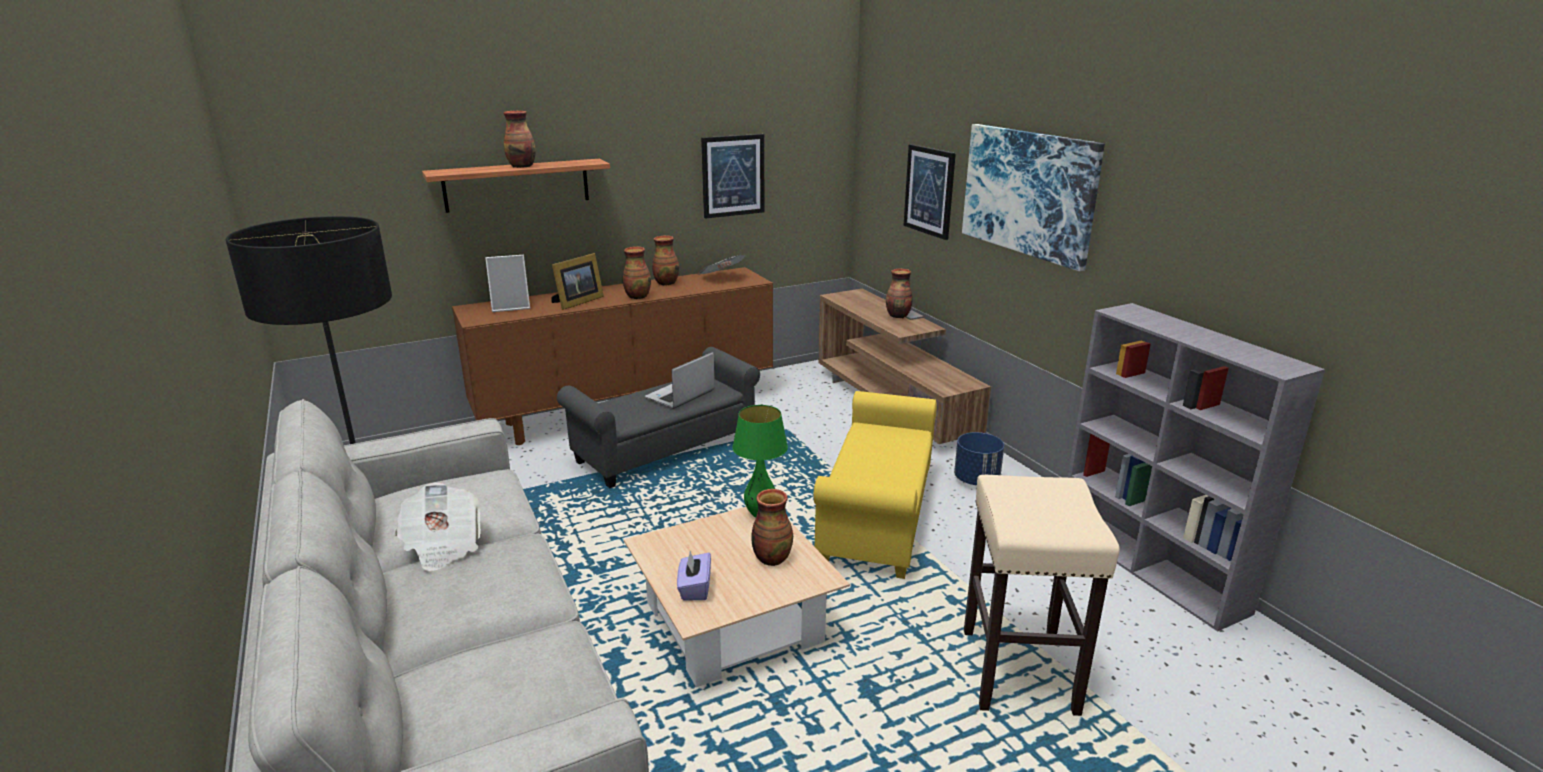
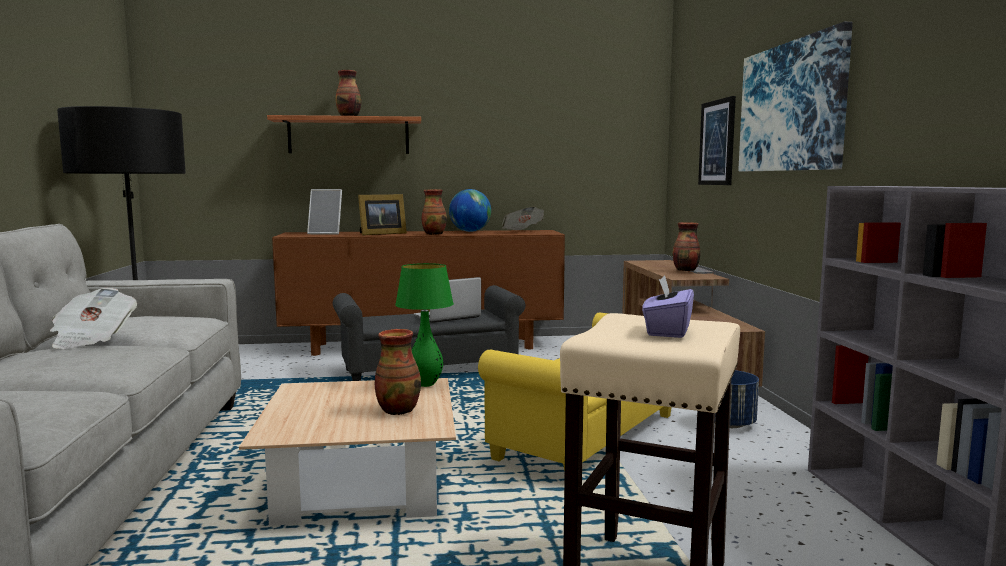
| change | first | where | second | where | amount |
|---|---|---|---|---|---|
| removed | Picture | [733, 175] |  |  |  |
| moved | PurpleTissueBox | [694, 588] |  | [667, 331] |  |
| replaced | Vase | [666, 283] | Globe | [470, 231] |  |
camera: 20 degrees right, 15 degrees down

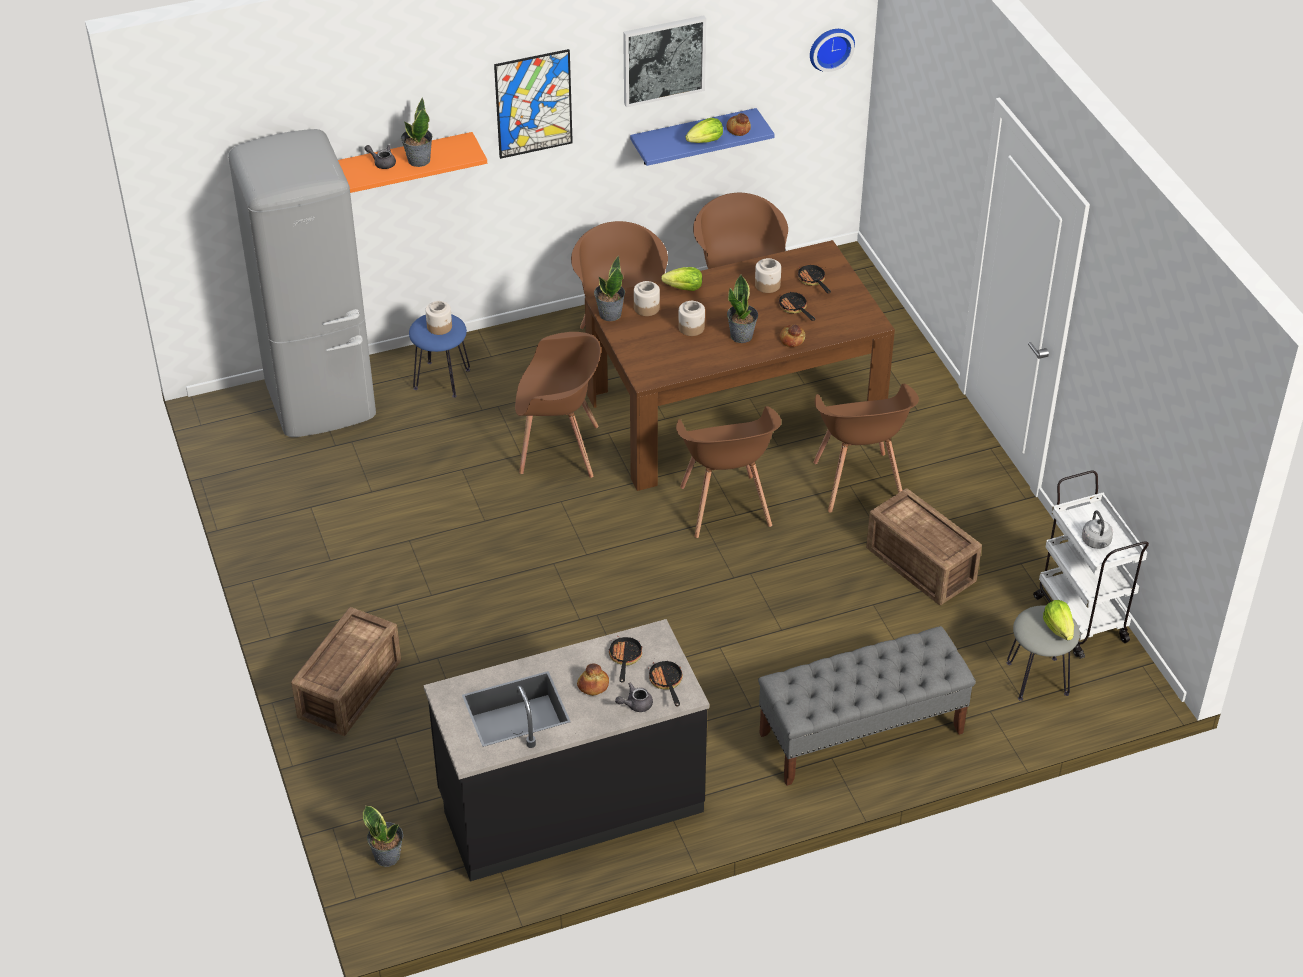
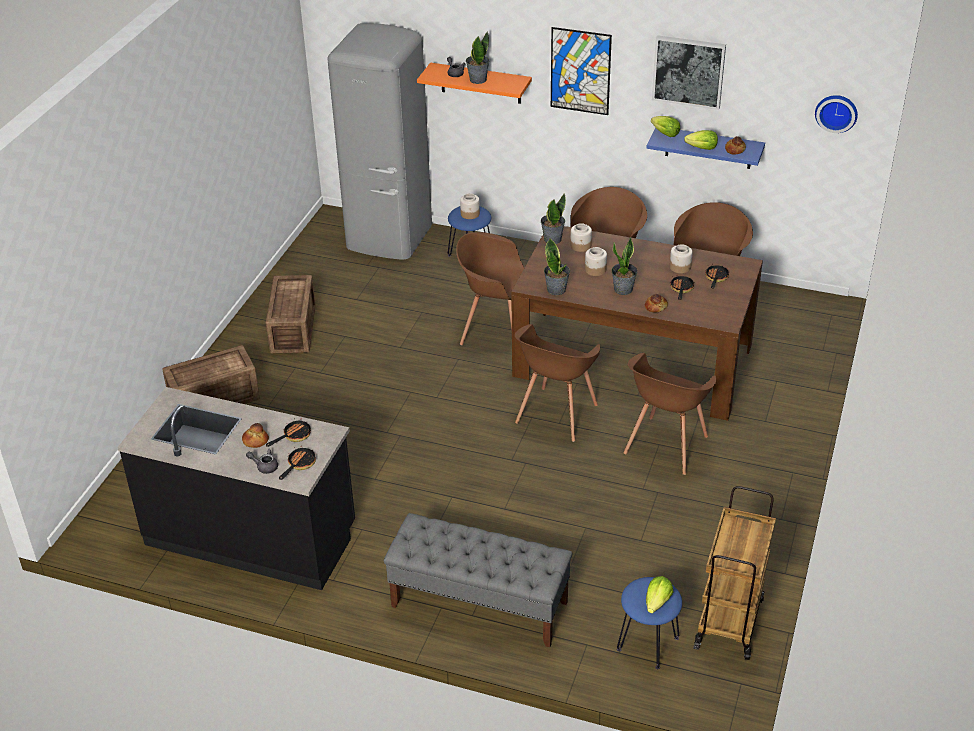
| change | first | where | second | where | amount |
|---|---|---|---|---|---|
| removed | GreyKettle | [1096, 542] |  |  |  |
| moved | PottedPlant | [387, 856] |  | [556, 289] |  |
| moved | Lettuce | [684, 288] |  | [665, 134] |  |
| moved | Crate | [920, 566] |  | [292, 330] |  |
| recoloured | GreyStool | [1037, 678] | BlueStool | [648, 644] |  |
| recoloured | WhiteCart | [1081, 620] | BrownCart | [729, 623] |  |
| turned | BrownChair | [560, 450] |  | [493, 330] | 150 degrees clockwise |
camera: 40 degrees right, 5 degrees down

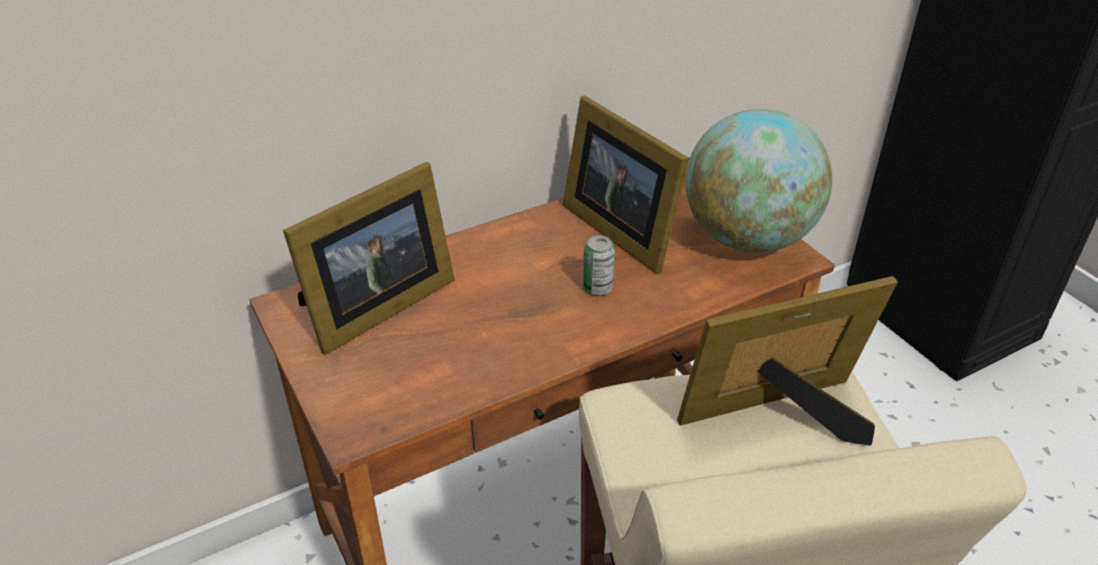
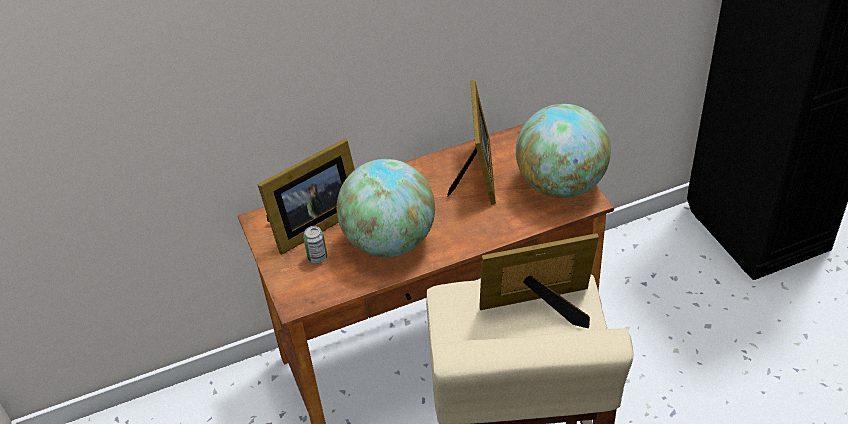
| change | first | where | second | where | amount |
|---|---|---|---|---|---|
| added |  |  | Globe | [390, 242] |  |
| moved | Can | [597, 288] |  | [317, 258] |  |
| turned | PictureFrame | [620, 228] |  | [477, 174] | 150 degrees counterclockwise |
camera: 10 degrees right, 5 degrees up

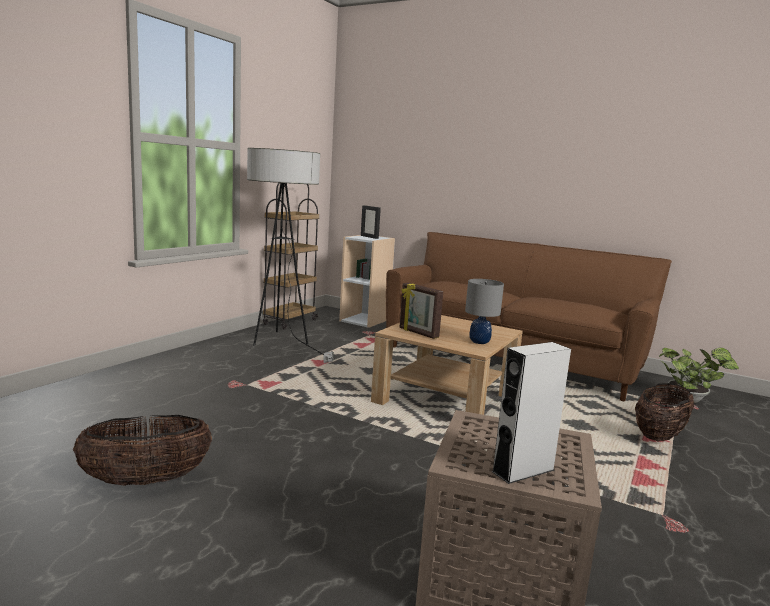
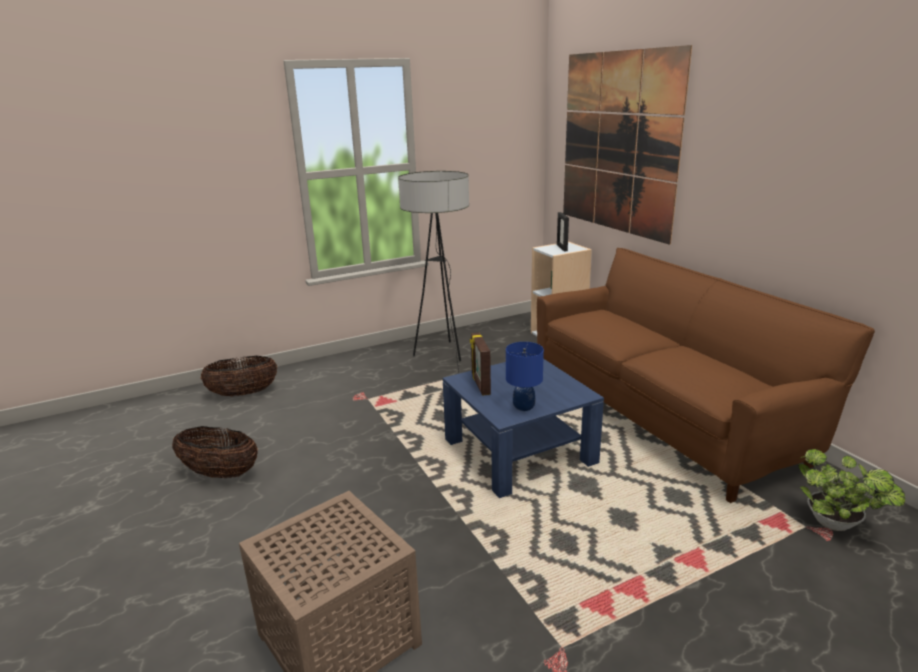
| change | first | where | second | where | amount |
|---|---|---|---|---|---|
| removed | BrownCart | [289, 322] |  |  |  |
| removed | GreySpeaker | [523, 470] |  |  |  |
| added |  |  | Picture | [617, 143] |  |
| moved | Basket | [659, 435] |  | [243, 393] |  |
| recoloured | BrownCoffeeTable | [445, 398] | BlueCoffeeTable | [519, 450] |  |
| recoloured | GreyTableLamp | [478, 342] | BlueTableLamp | [522, 407] |  |
camera: 35 degrees right, 10 degrees up

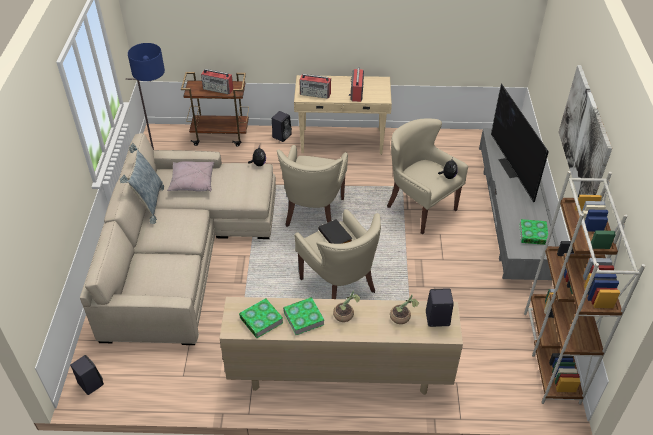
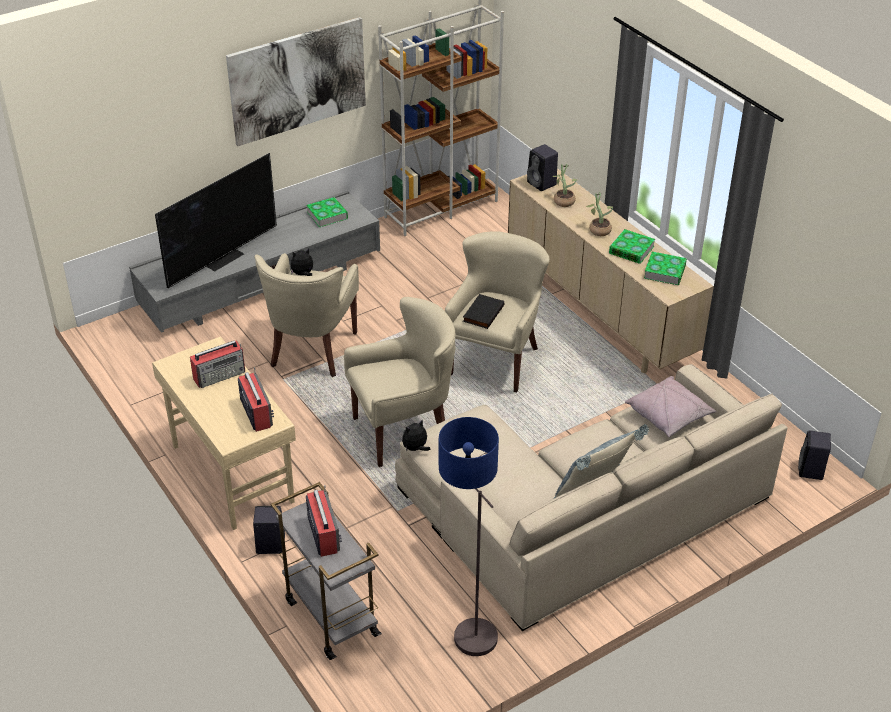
| change | first | where | second | where | amount |
|---|---|---|---|---|---|
| moved | PurplePillow | [192, 182] |  | [669, 415] |  |
| recoloured | BrownCart | [221, 137] | GreyCart | [330, 616] |  |
camera: 125 degrees left, 5 degrees down

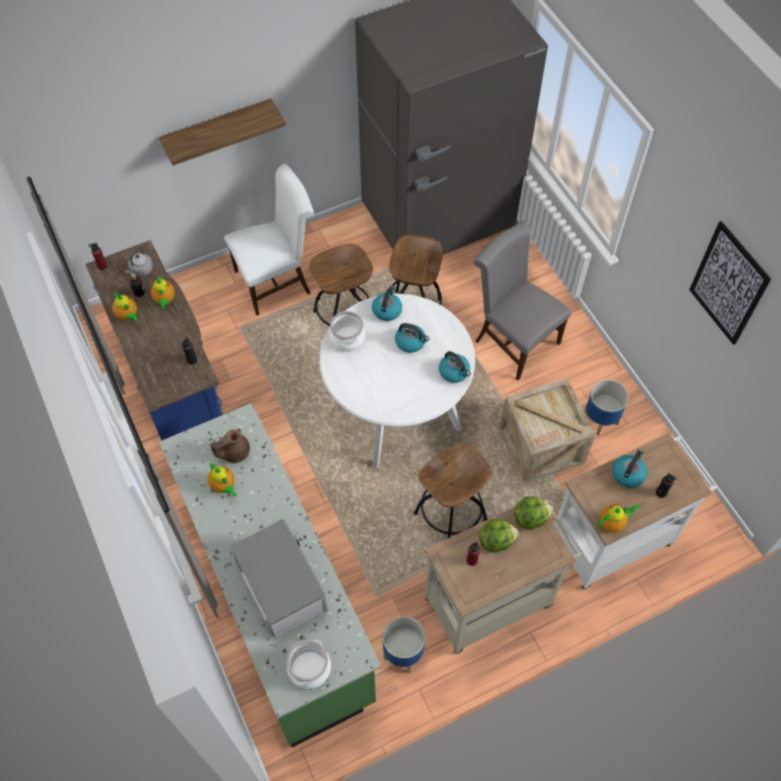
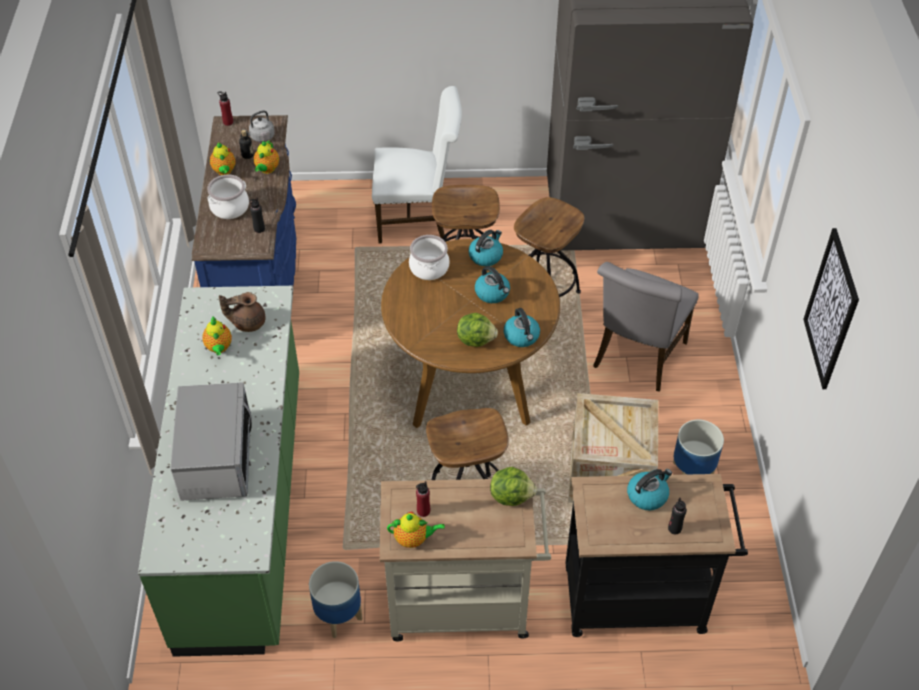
| change | first | where | second | where | amount |
|---|---|---|---|---|---|
| removed | Shelf | [218, 129] |  |  |  |
| moved | CookingPot | [309, 668] |  | [229, 207] |  |
| moved | Lettuce | [496, 540] |  | [476, 339] |  |
| moved | Teapot | [613, 523] |  | [413, 539] |  |
| recoloured | WhiteDiningTable | [396, 410] | BrownDiningTable | [469, 381] |  |
| recoloured | WhiteCart | [614, 540] | BlackCart | [639, 601] |  |
| turned | GreyChair | [513, 339] |  | [637, 358] | 135 degrees counterclockwise |
camera: 25 degrees right, 10 degrees down

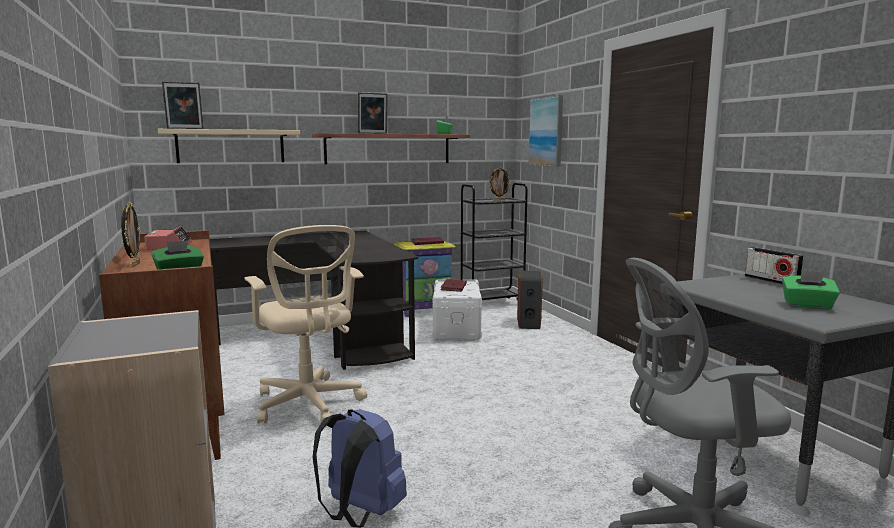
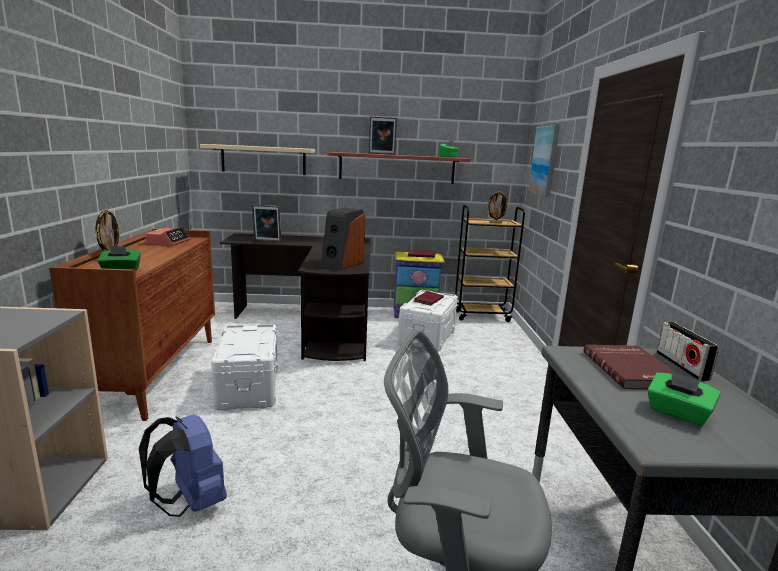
| change | first | where | second | where | amount |
|---|---|---|---|---|---|
| added |  |  | RedBook | [631, 370] |  |
| moved | PictureFrame | [185, 129] |  | [267, 241] |  |
| moved | Speaker | [529, 322] |  | [342, 264] |  |
| replaced | BeigeOfficeChair | [309, 405] | WhiteStorageBox | [247, 387] |  |
| recoloured | GreyCart | [492, 303] | BrownCart | [482, 316] |  |
camera: 20 degrees right, 5 degrees up

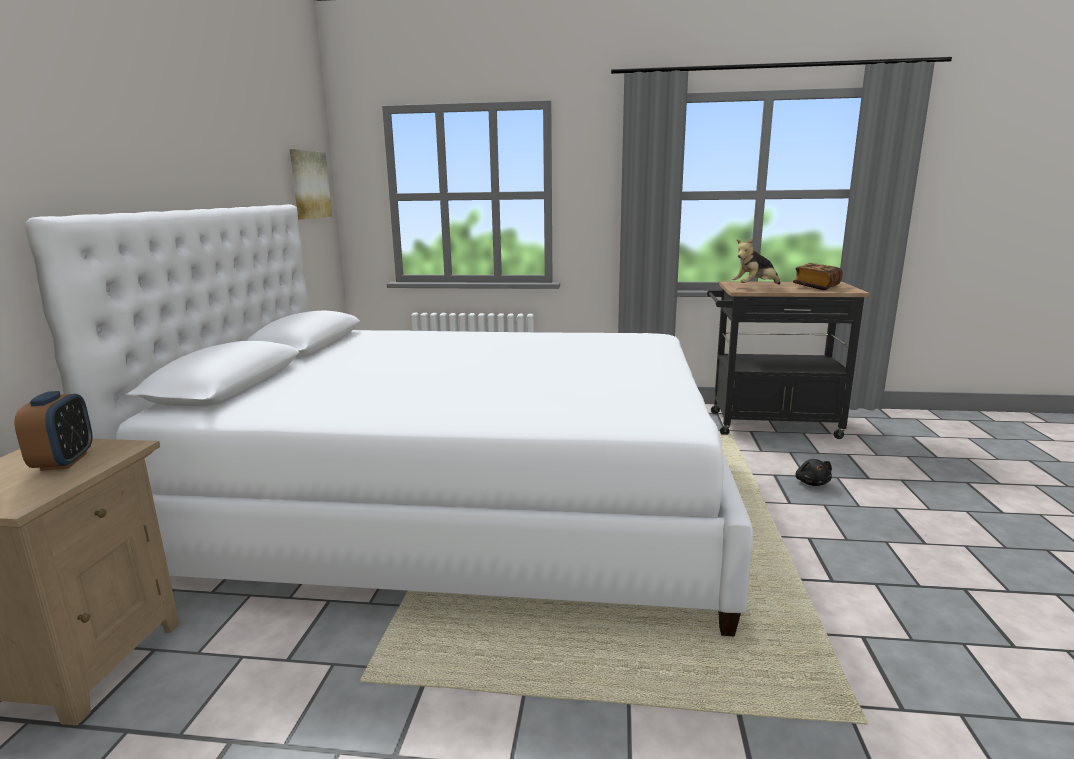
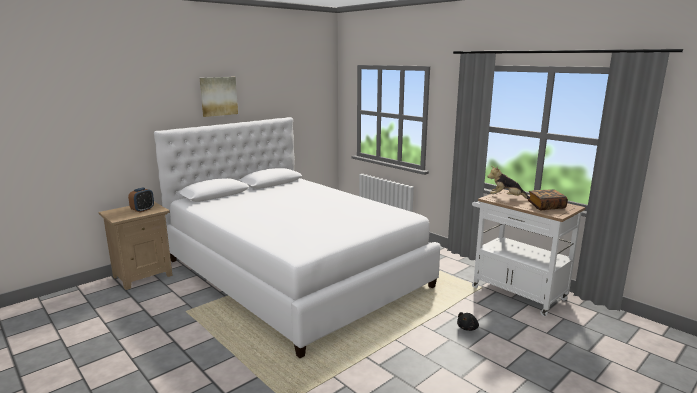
| change | first | where | second | where | amount |
|---|---|---|---|---|---|
| moved | Picture | [309, 185] |  | [218, 96] |  |
| recoloured | BlackCart | [769, 425] | WhiteCart | [515, 292] |  |
camera: 40 degrees right, 0 degrees up

